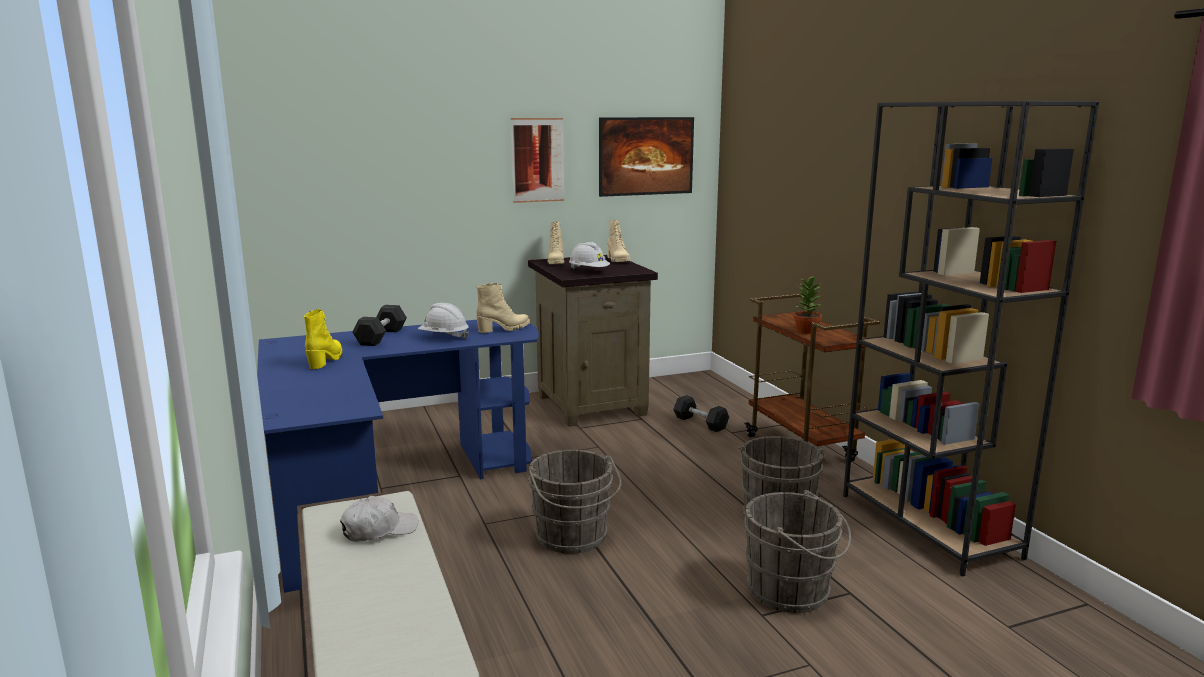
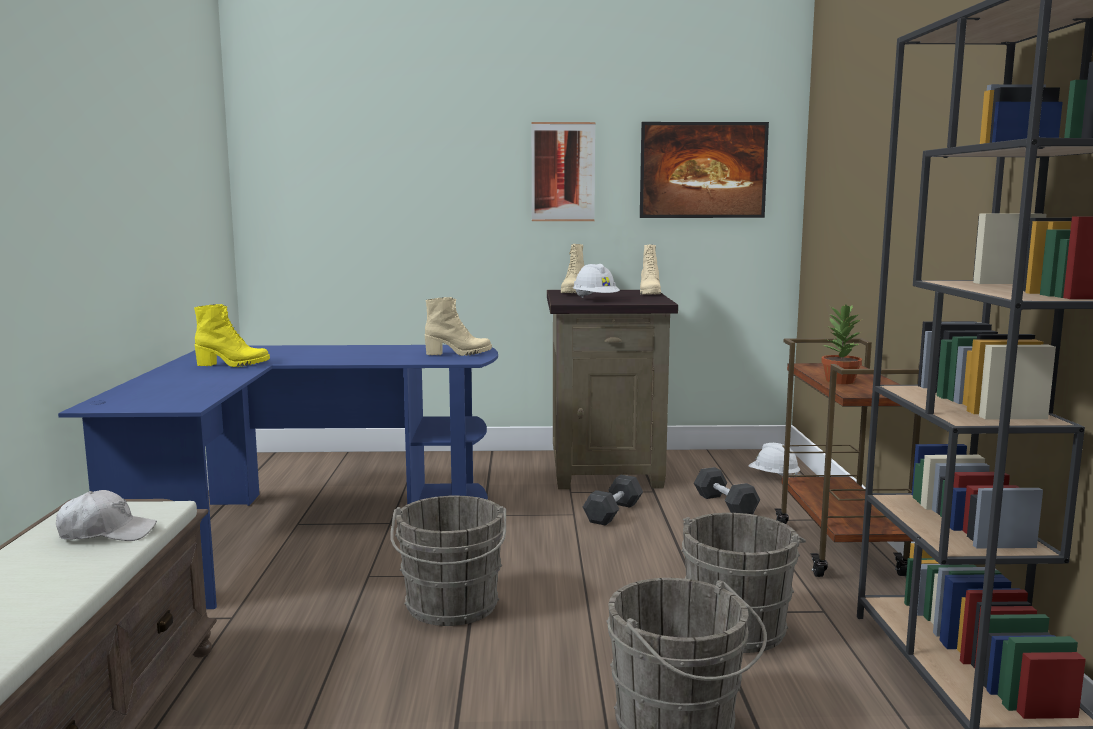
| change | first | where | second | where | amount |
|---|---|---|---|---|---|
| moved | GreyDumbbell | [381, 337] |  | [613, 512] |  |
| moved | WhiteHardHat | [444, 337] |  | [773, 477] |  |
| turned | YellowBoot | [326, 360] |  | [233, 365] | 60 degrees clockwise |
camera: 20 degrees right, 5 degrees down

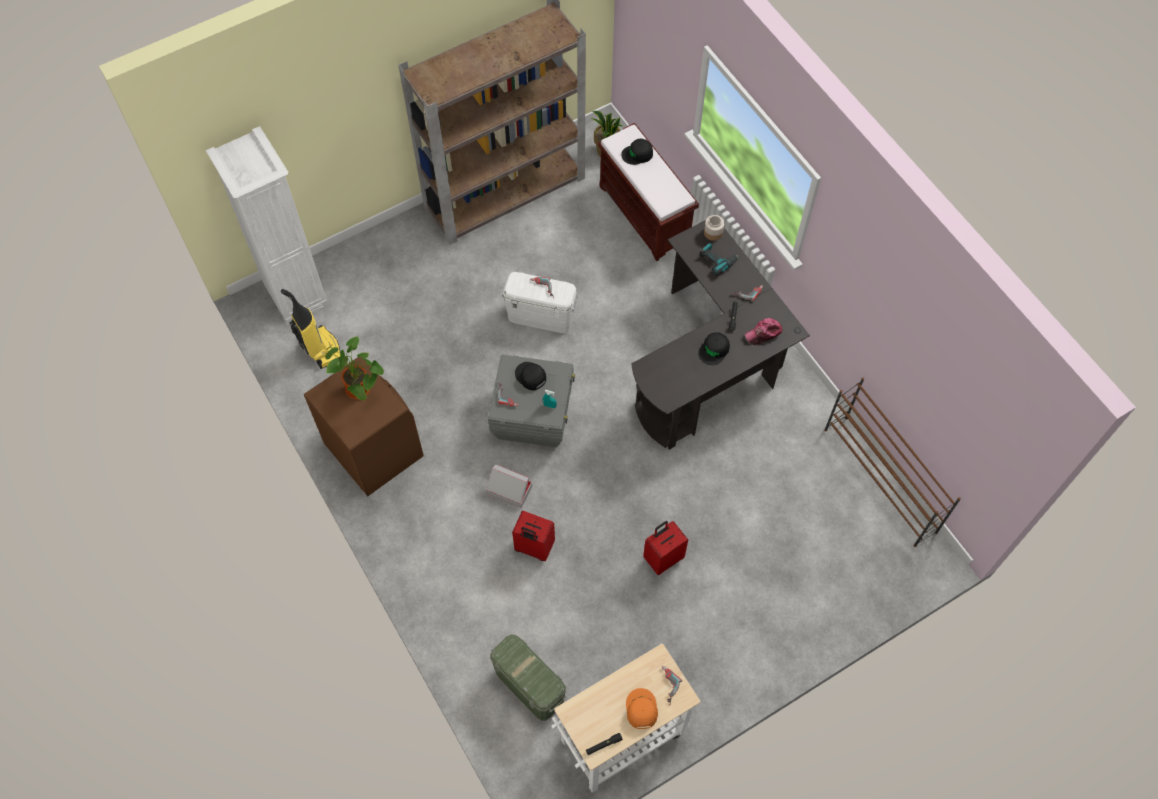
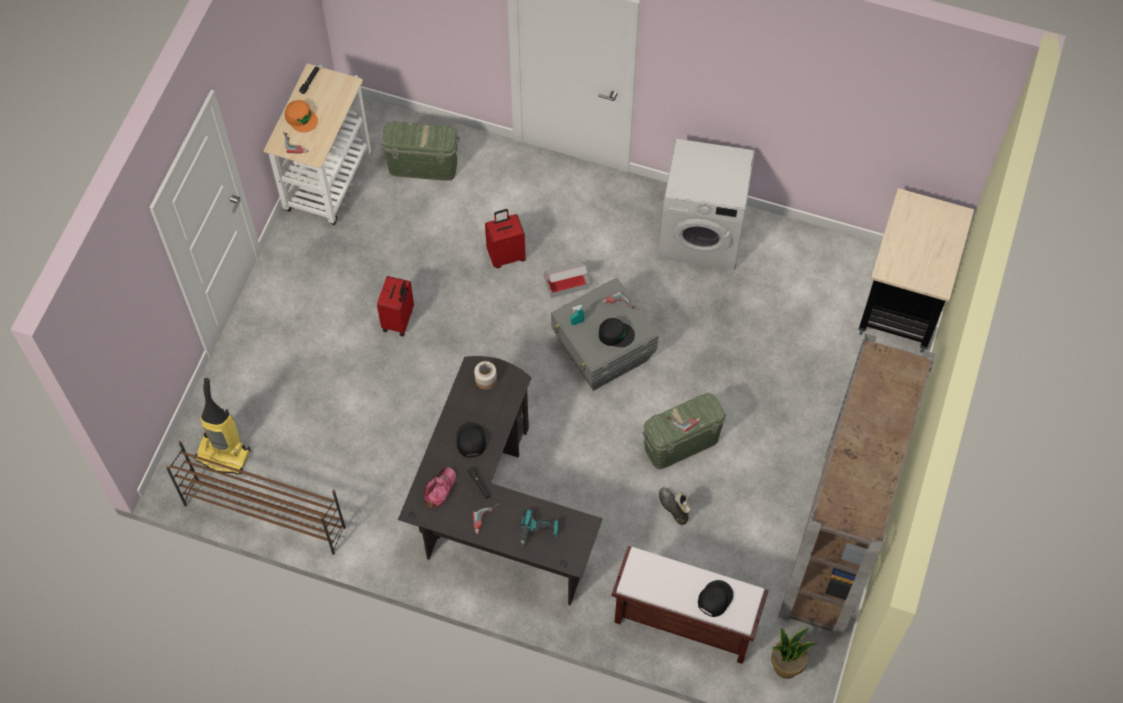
| change | first | where | second | where | amount |
|---|---|---|---|---|---|
| removed | PottedPlant | [361, 390] |  |  |  |
| added |  |  | BlackBoot | [673, 508] |  |
| moved | VacuumCleaner | [321, 348] |  | [224, 454] |  |
| moved | Jar | [713, 232] |  | [486, 379] |  |
| replaced | WhiteCabinet | [296, 294] | BlackCart | [902, 304] |  |
| recoloured | BrownWashingMachine | [375, 448] | WhiteWashingMachine | [701, 236] |  |
| recoloured | WhiteStorageBox | [541, 316] | GreenStorageBox | [681, 444] |  |
camera: 140 degrees right, 0 degrees up

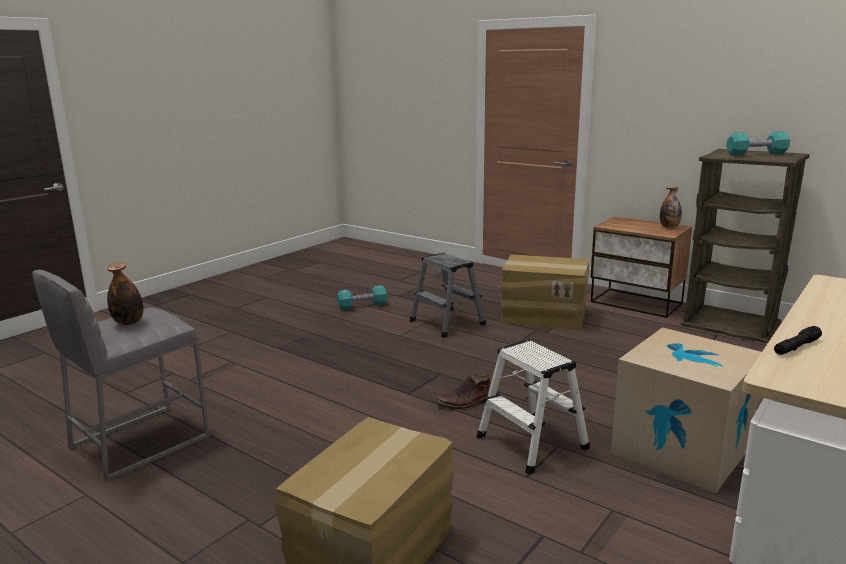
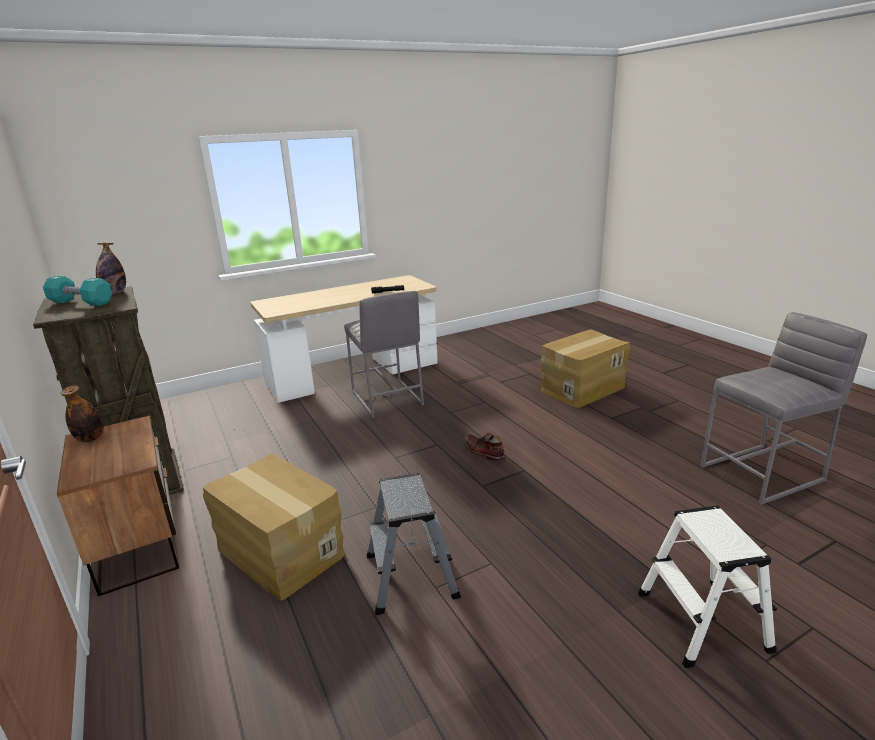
| change | first | where | second | where | amount |
|---|---|---|---|---|---|
| removed | TurquoiseDumbbell | [362, 305] |  |  |  |
| moved | Bottle | [128, 322] |  | [114, 293] |  |
| moved | WhiteStepLadder | [532, 442] |  | [702, 620] |  |
| replaced | CardboardBox | [681, 449] | GreyStool | [386, 398] |  |
| turned | BrownBoot | [465, 402] |  | [483, 452] | 135 degrees counterclockwise |
camera: 155 degrees left, 5 degrees up

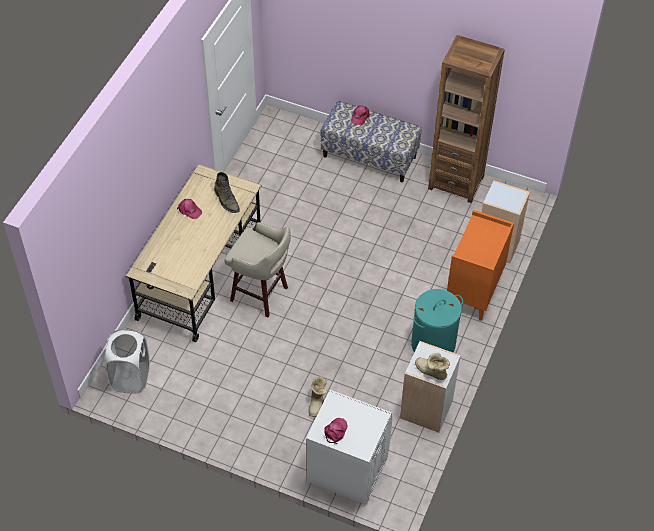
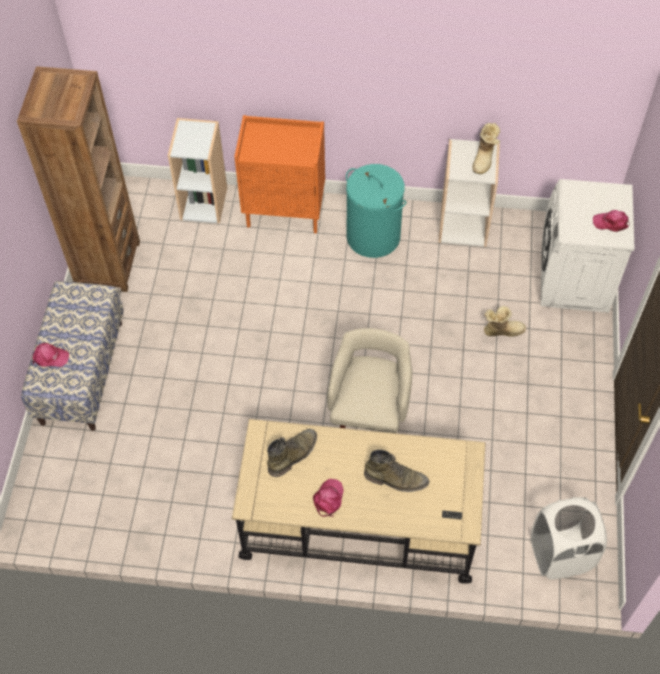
| change | first | where | second | where | amount |
|---|---|---|---|---|---|
| added |  |  | GreenBoot | [396, 479] |  |
camera: 105 degrees left, 5 degrees up

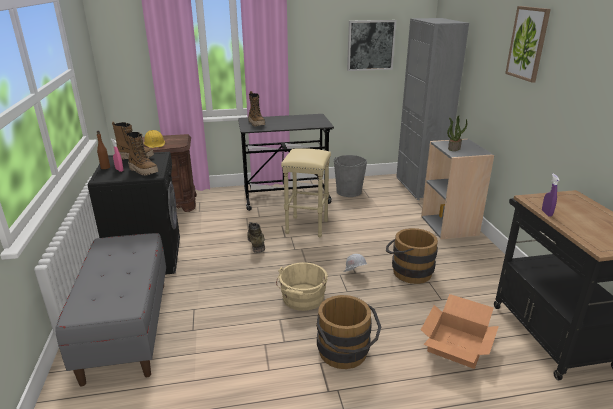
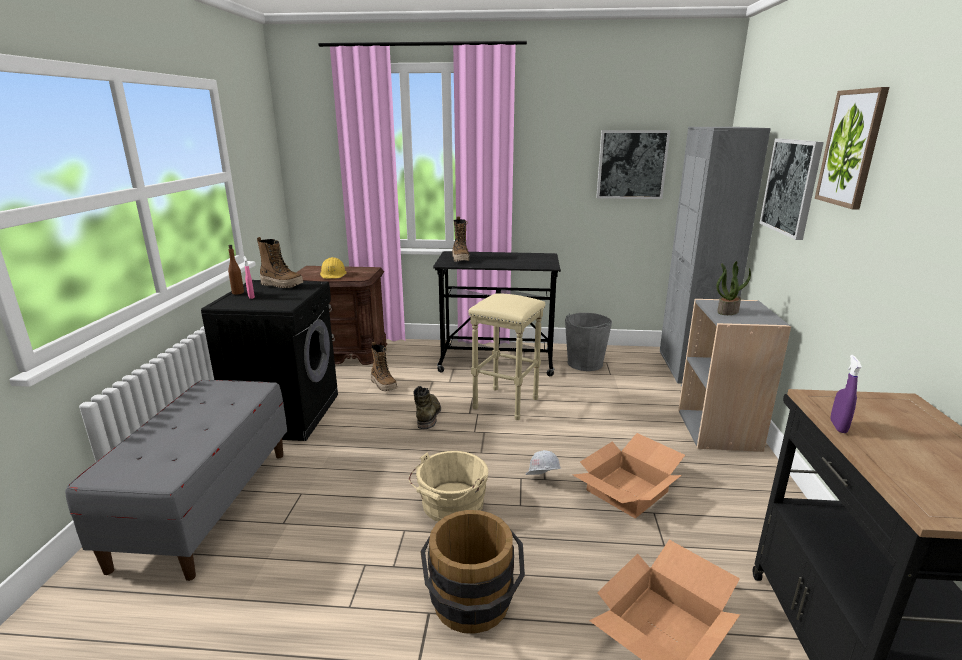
| change | first | where | second | where | amount |
|---|---|---|---|---|---|
| added |  |  | Picture | [791, 186] |  |
| moved | Boot | [143, 171] |  | [384, 385] |  |
| replaced | BrownBucket | [408, 271] | CardboardBox | [626, 490] |  |
camera: 15 degrees right, 5 degrees down

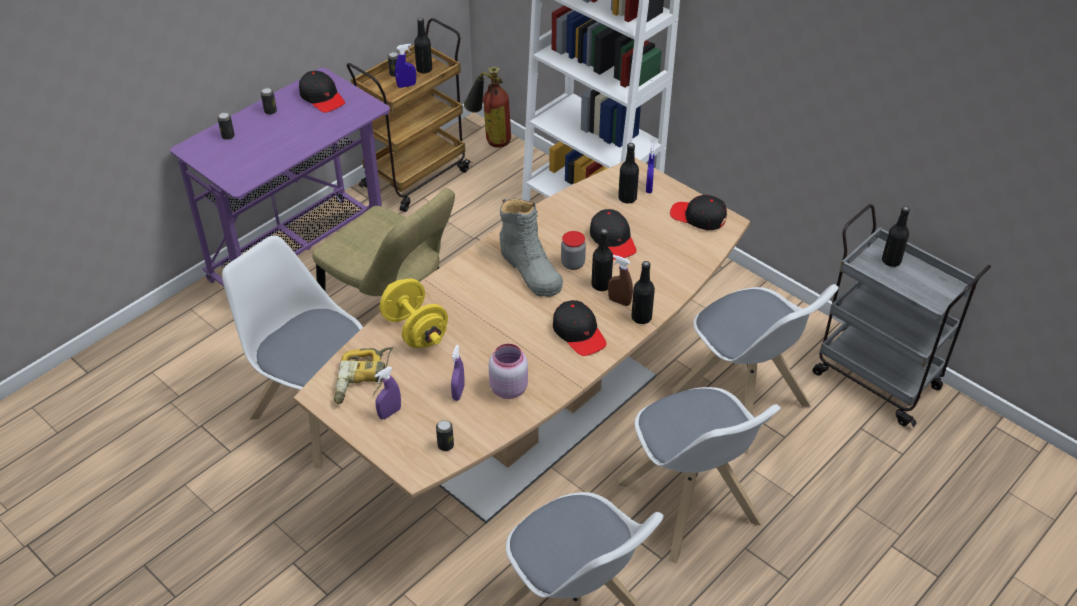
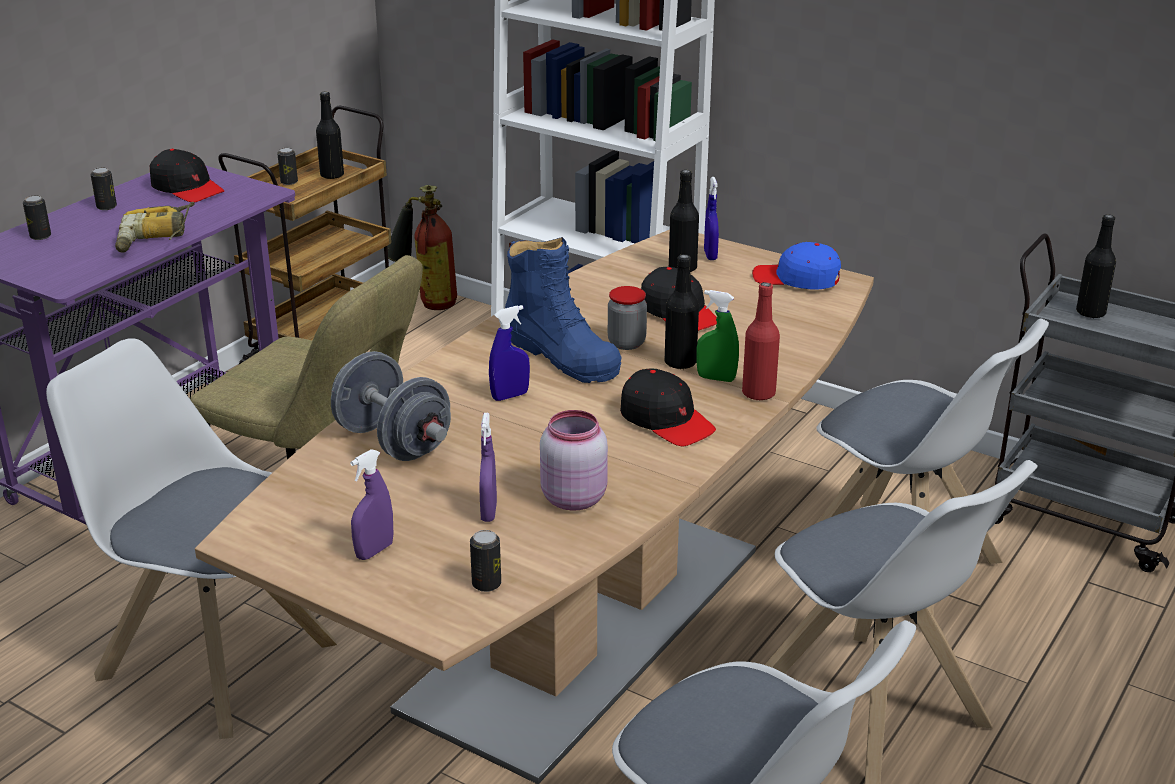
| change | first | where | second | where | amount |
|---|---|---|---|---|---|
| moved | PowerDrill | [363, 380] |  | [156, 237] |  |
| moved | BlueSprayBottle | [406, 85] |  | [510, 396] |  |
| recoloured | YellowDumbbell | [415, 330] | GreyDumbbell | [393, 442] |  |
| recoloured | GreyBoot | [530, 270] | BlueBoot | [562, 355] |  |
| recoloured | BrownSprayBottle | [619, 301] | GreenSprayBottle | [716, 378] |  |
| recoloured | BlackBottle | [641, 317] | RedBottle | [758, 393] |  |
| recoloured | BlackCap | [698, 217] | BlueCap | [796, 279] |  |
camera: 10 degrees left, 15 degrees down

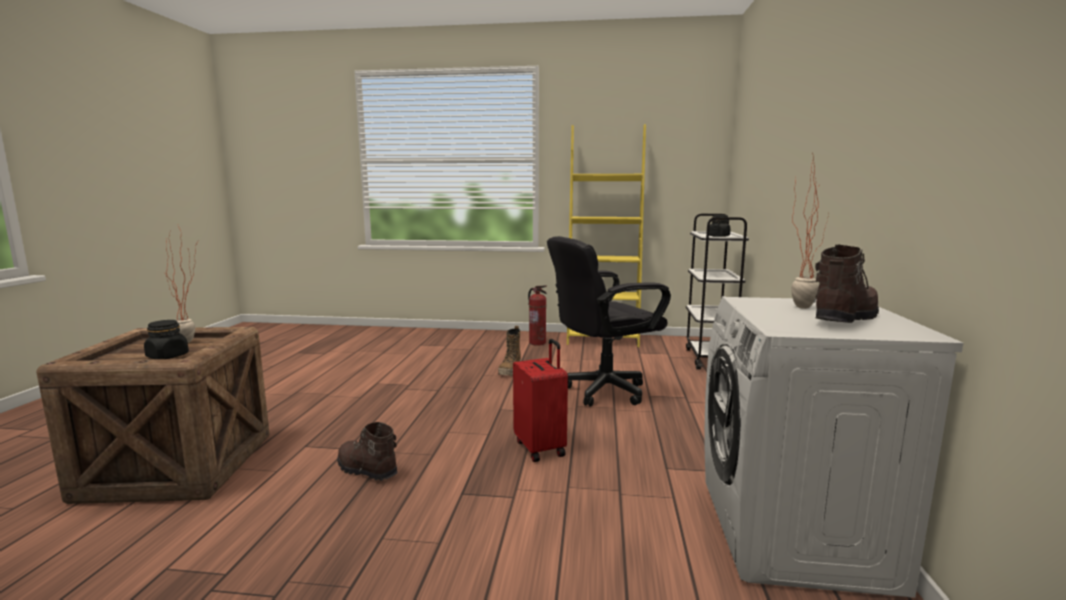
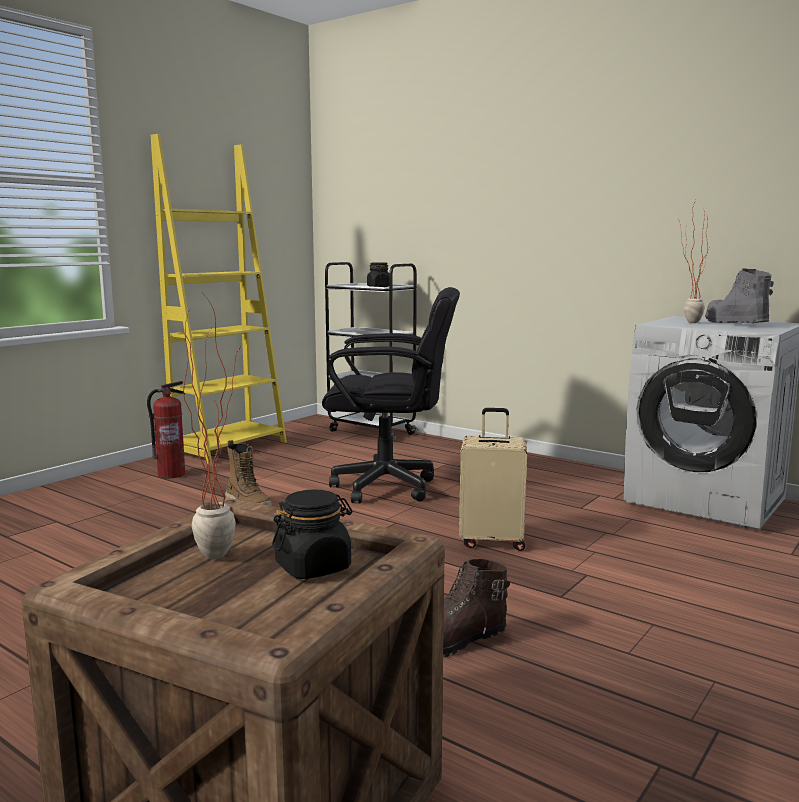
| change | first | where | second | where | amount |
|---|---|---|---|---|---|
| recoloured | RedSuitcase | [541, 448] | BeigeSuitcase | [492, 541] |  |
| recoloured | BrownBoot | [843, 318] | GreyBoot | [734, 323] |  |
| turned | BlackOfficeChair | [601, 393] |  | [391, 487] | 90 degrees counterclockwise |
camera: 60 degrees left, 0 degrees up

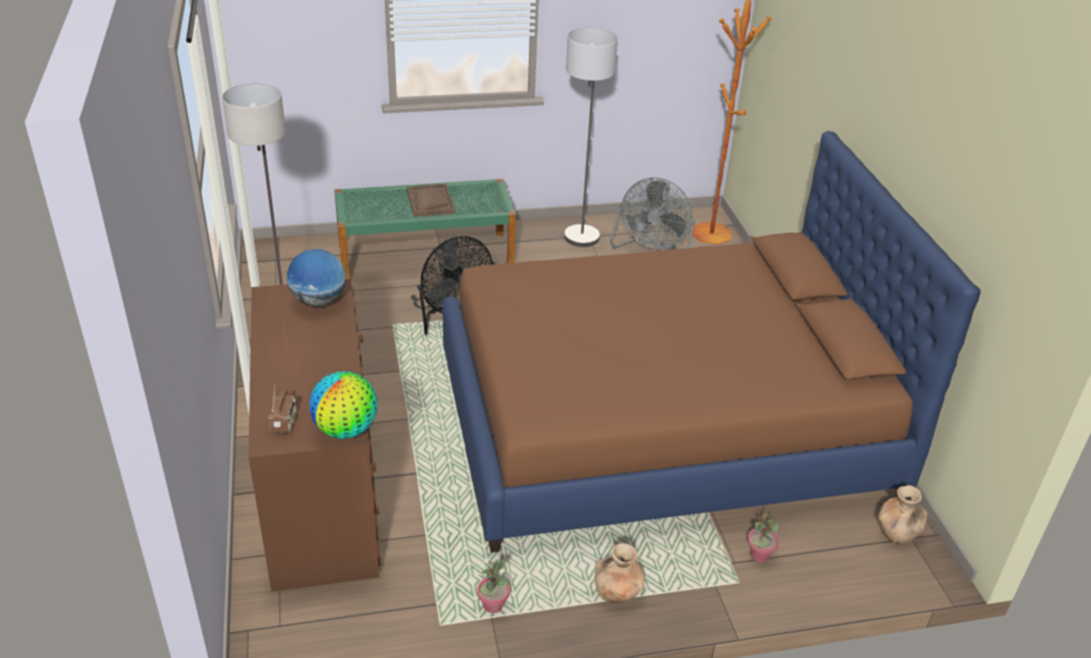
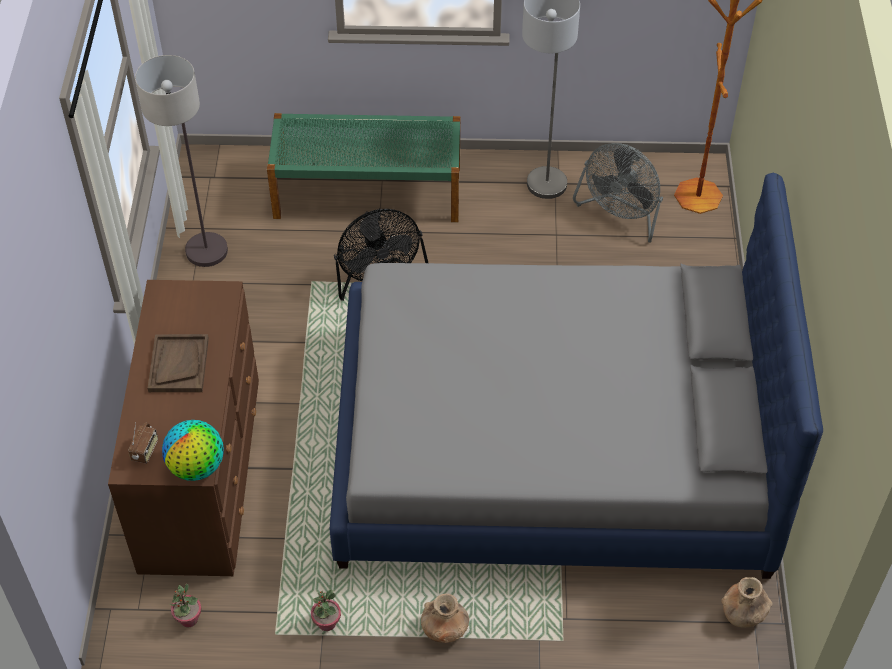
| change | first | where | second | where | amount |
|---|---|---|---|---|---|
| removed | Globe | [319, 301] |  |  |  |
| moved | BrownTray | [430, 202] |  | [178, 364] |  |
| moved | PottedPlant | [759, 555] |  | [188, 619] |  |
| recoloured | BrownBed | [663, 423] | GreyBed | [552, 448] |  |
camera: 15 degrees right, 15 degrees up

